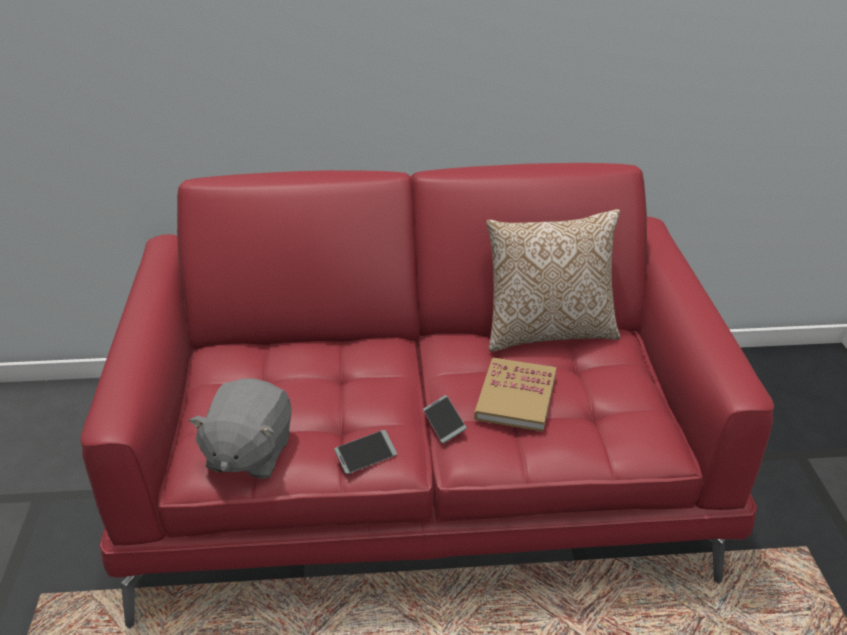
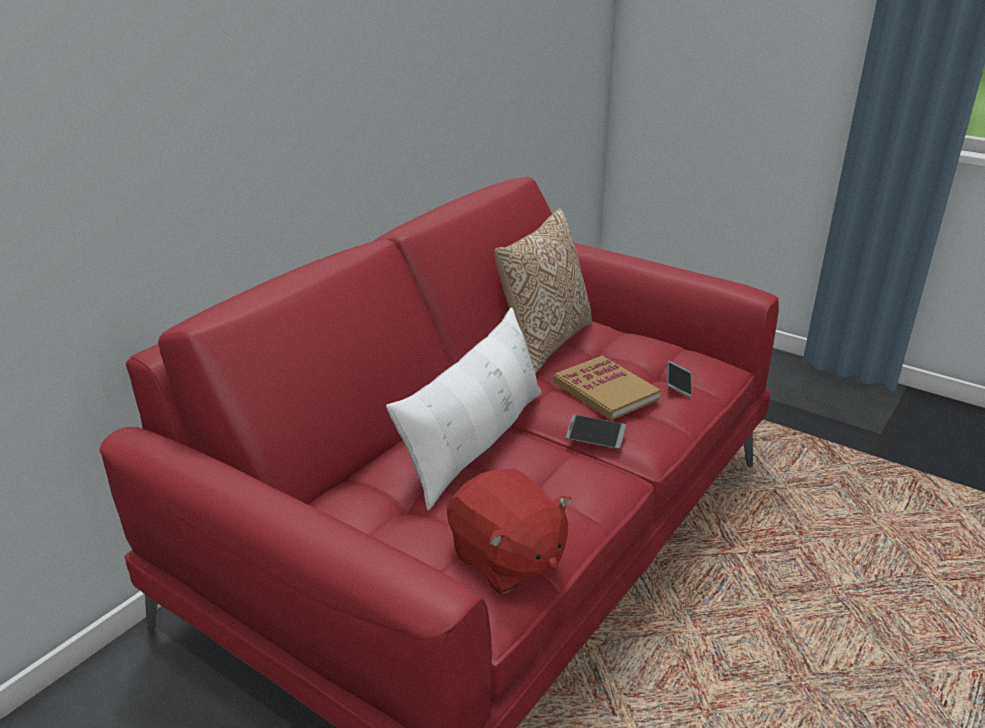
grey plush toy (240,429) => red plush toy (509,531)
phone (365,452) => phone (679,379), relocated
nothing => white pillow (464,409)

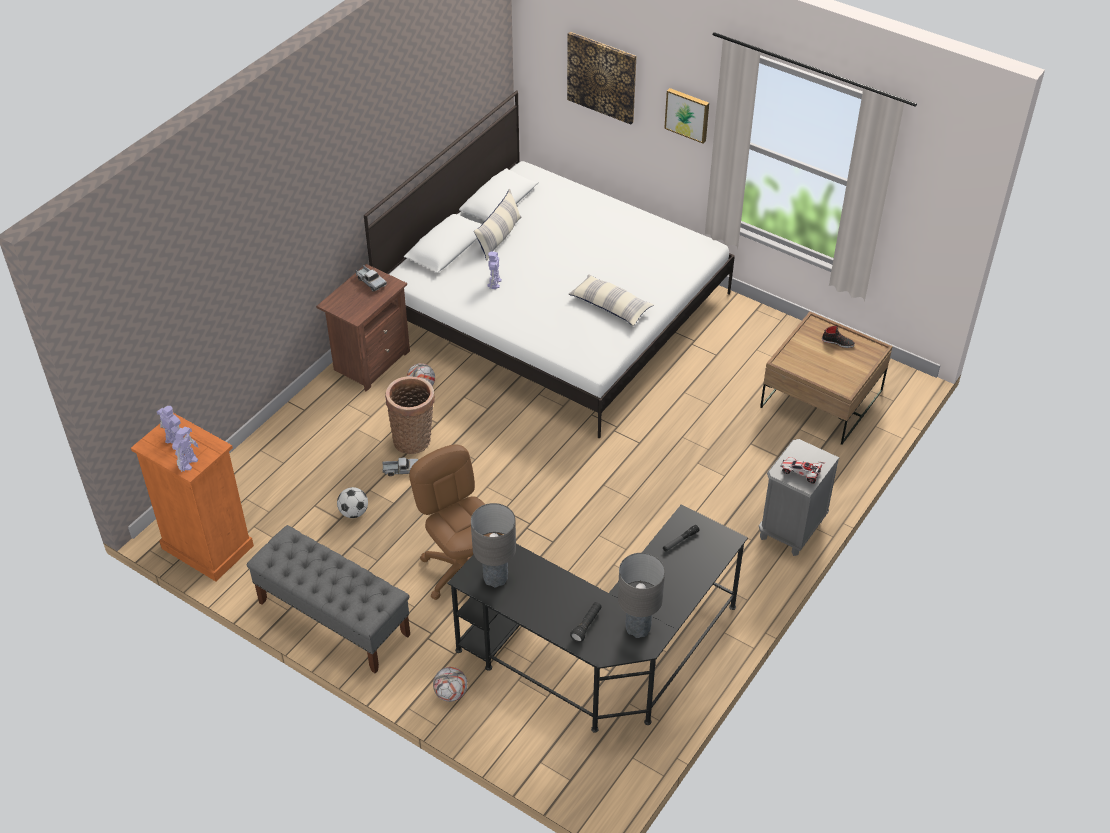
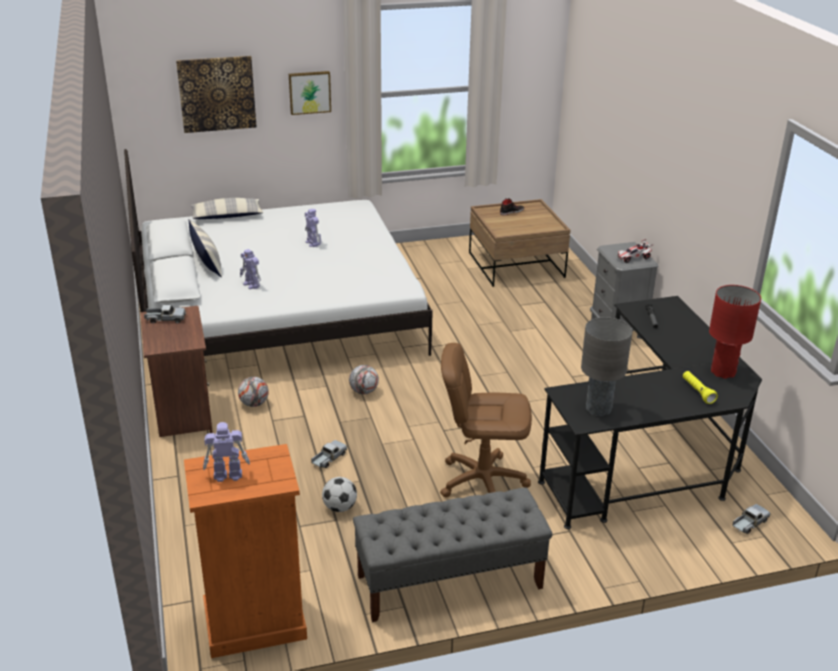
toy robot (185,449) => toy robot (313,228), relocated
basket (410,415) => nothing
football (450,684) => football (364,380), relocated
pillow (611,300) => pillow (226,208), relocated
black flashlight (586,622) => yellow flashlight (700,387)
grey table lamp (641,595) => red table lamp (735,332)
nothing => toy truck (751,519)

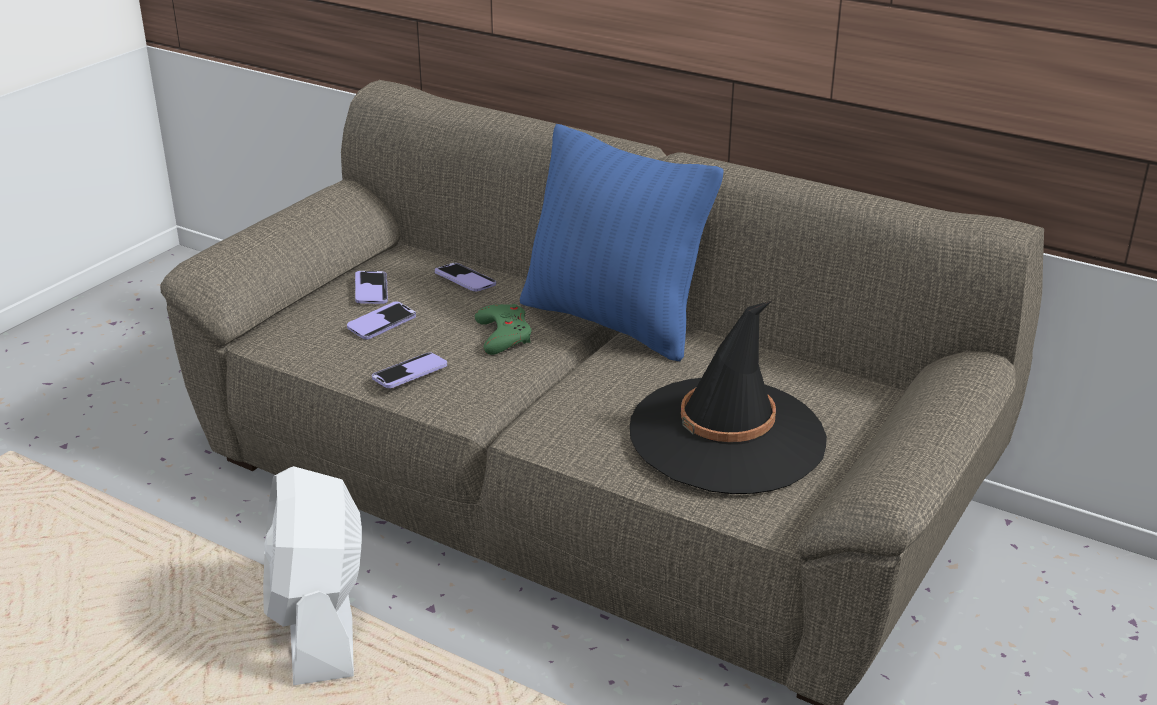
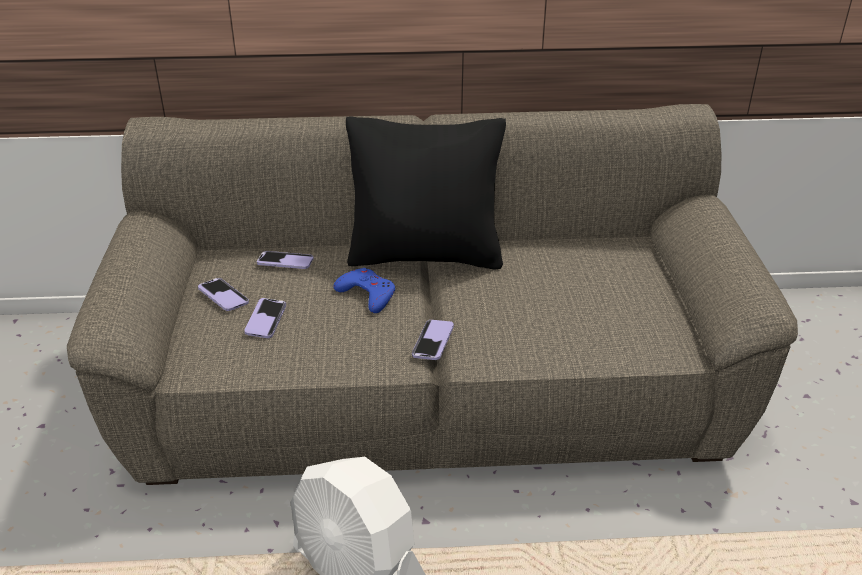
phone (409,370) => phone (433,340), relocated
green game controller (503,329) => blue game controller (364,290)
blue pillow (622,242) => black pillow (426,193)
black hat (728,397) => nothing

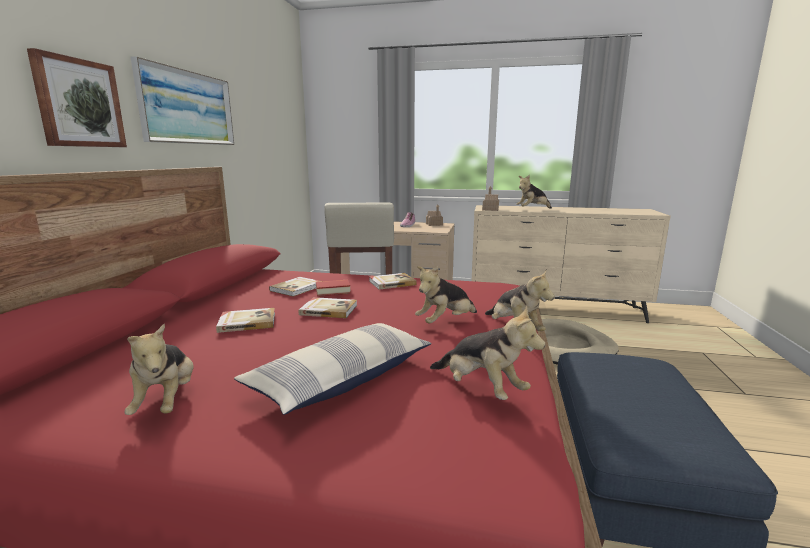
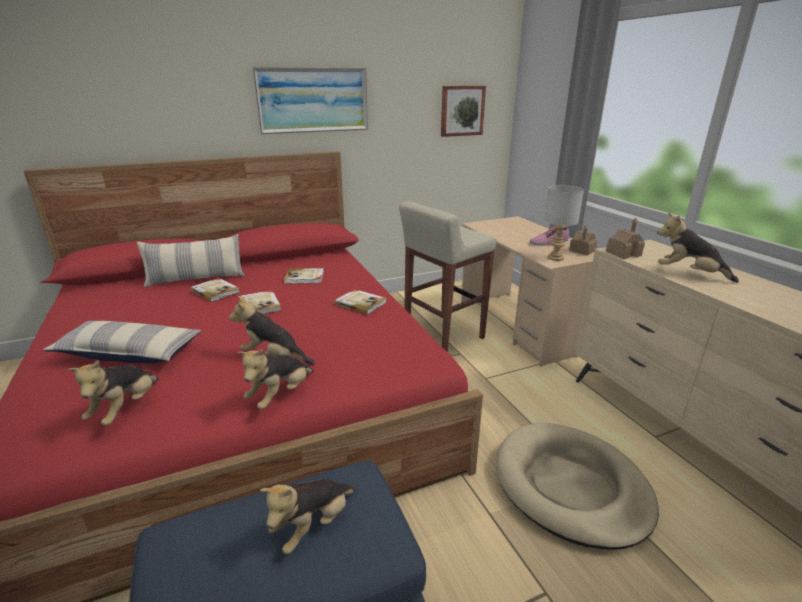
picture (77,97) => picture (463,111), relocated
plush toy (159,369) => plush toy (308,516), relocated
book (333,288) => nothing
nothing => pillow (191,260)
nothing => grey table lamp (564,223)

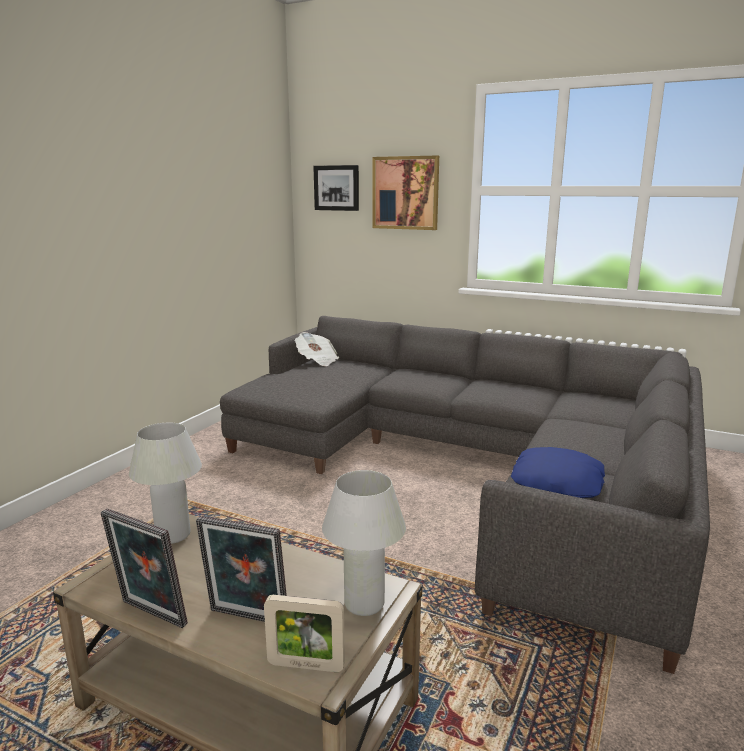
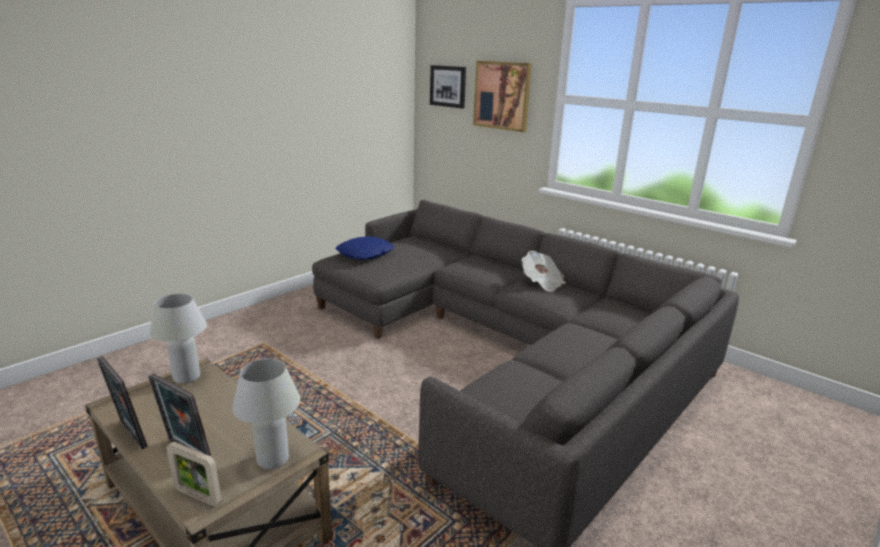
newspaper (317,349) => newspaper (544,271), relocated
blue pillow (558,472) => blue pillow (365,248), relocated

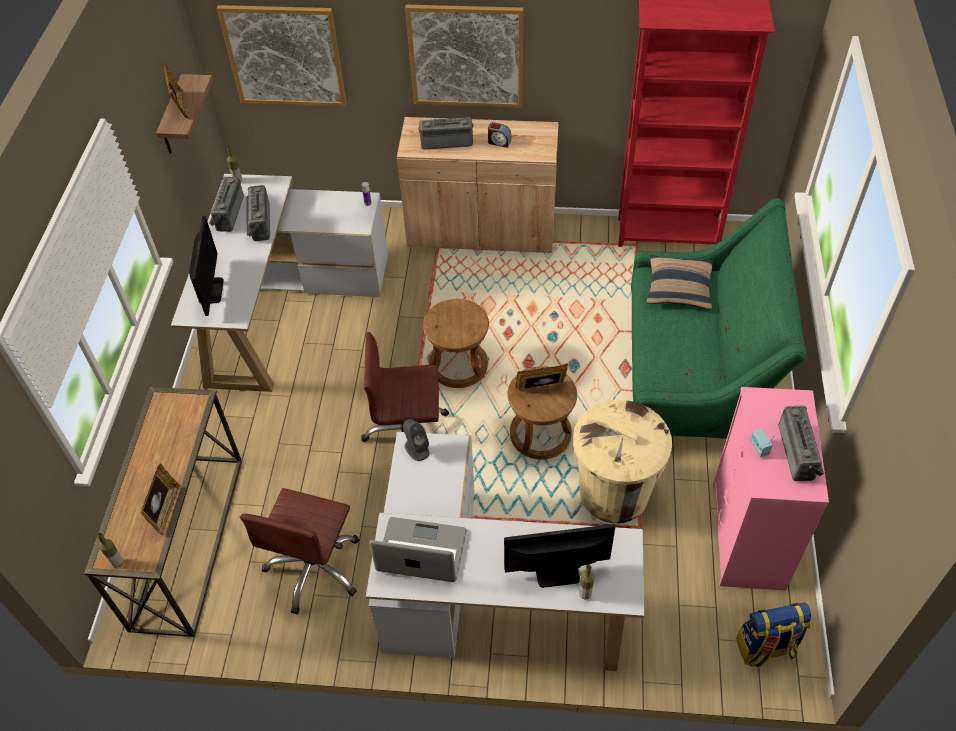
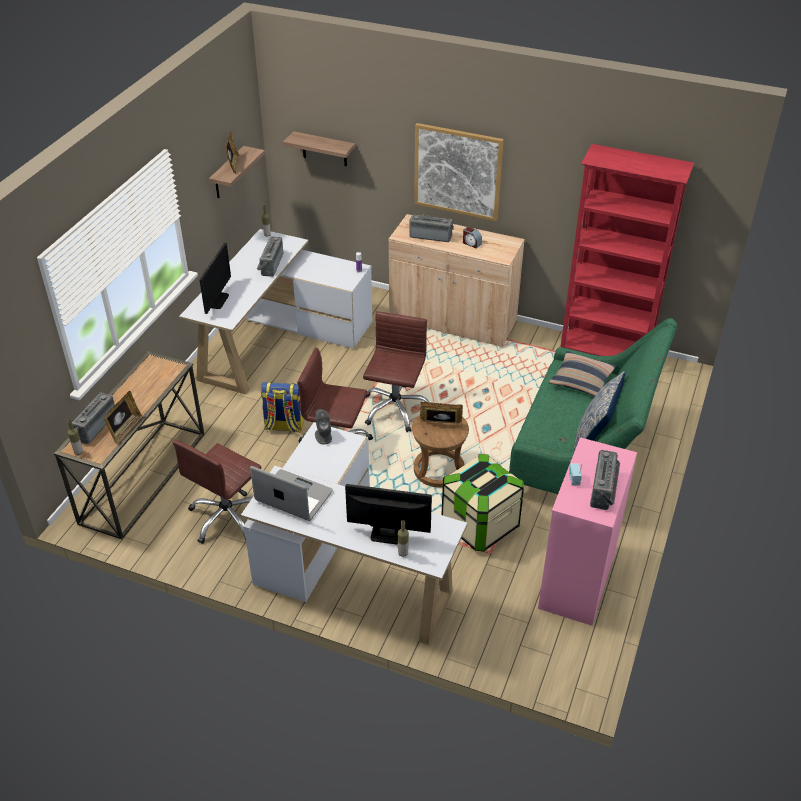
radio (226,204) => radio (93,418), relocated
picture (282,56) => shelf (319,148)
brown stool (456,343) => brown office chair (396,371)
beige trash can (622,461) => storage box (482,502)
backpack (773,635) => backpack (282,407), relocated
nothing => pillow (599,411)

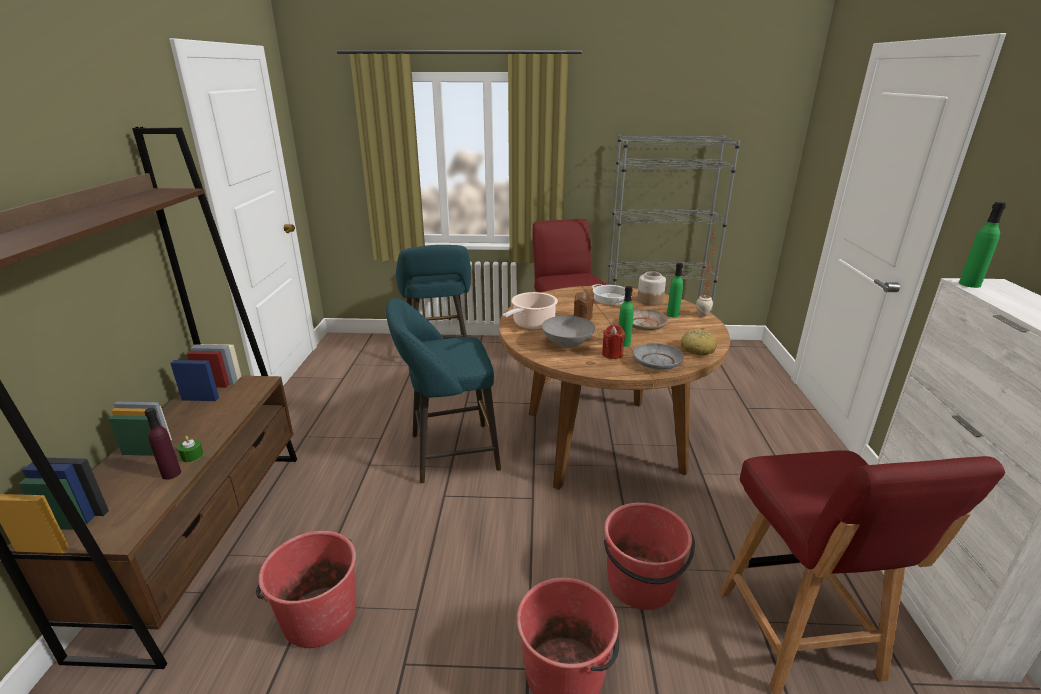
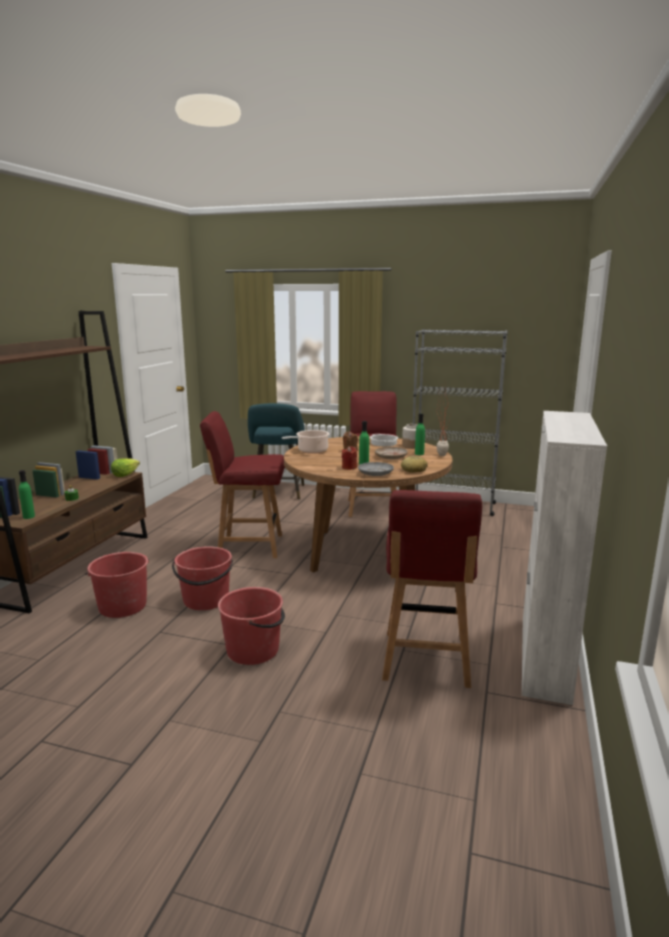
purple bottle (163,444) => nothing
turquoise stool (443,391) => red chair (242,484)
grey bowl (568,332) => nothing
red bucket (649,556) => red bucket (202,578), relocated
green bottle (982,245) => green bottle (27,494), relocated
nothing => lettuce (125,467)

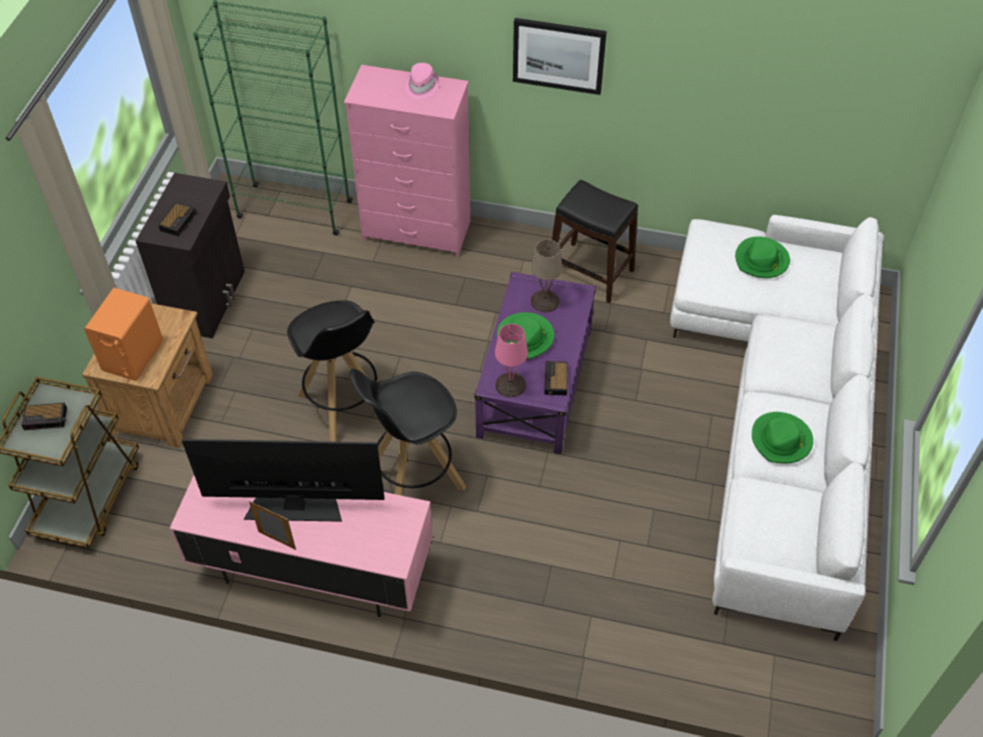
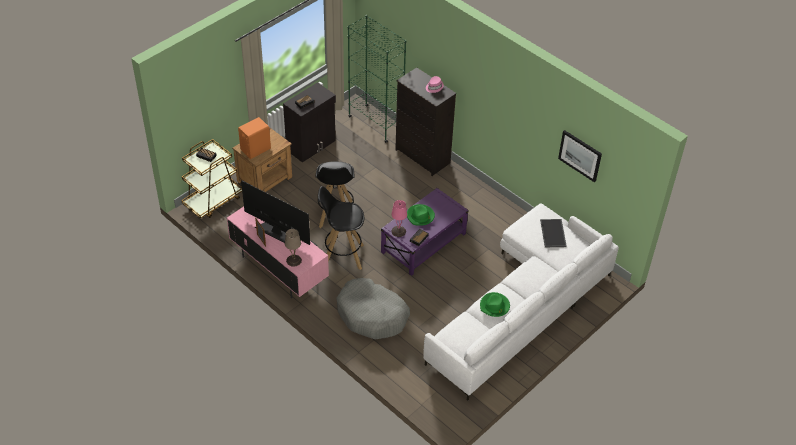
pink dresser (407,161) => black dresser (425,121)
picture (560,56) => picture (580,156), relocated
beige table lamp (547,275) => beige table lamp (293,248), relocated
black stool (595,241) => nothing
green hat (762,257) => tray (553,233)
nothing => grey dog bed (373,309)

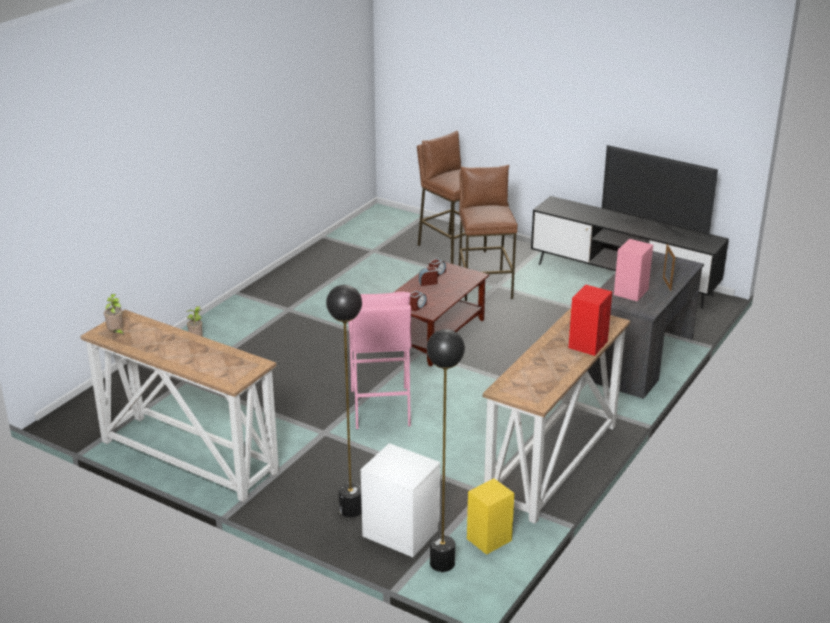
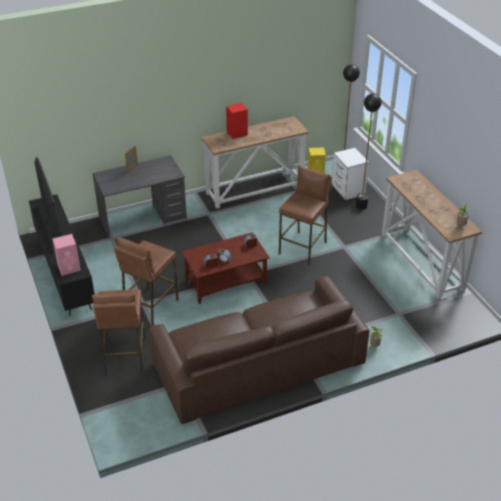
pink stool (380,360) => brown stool (305,215)
pink speaker (633,270) => pink speaker (66,255), relocated
nothing => brown sofa (259,350)

